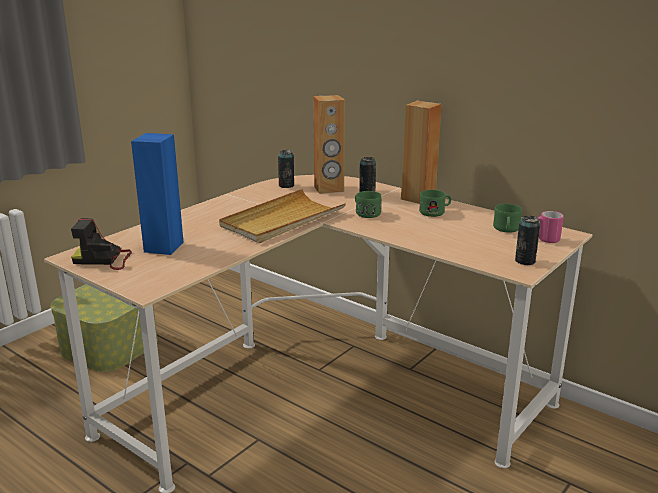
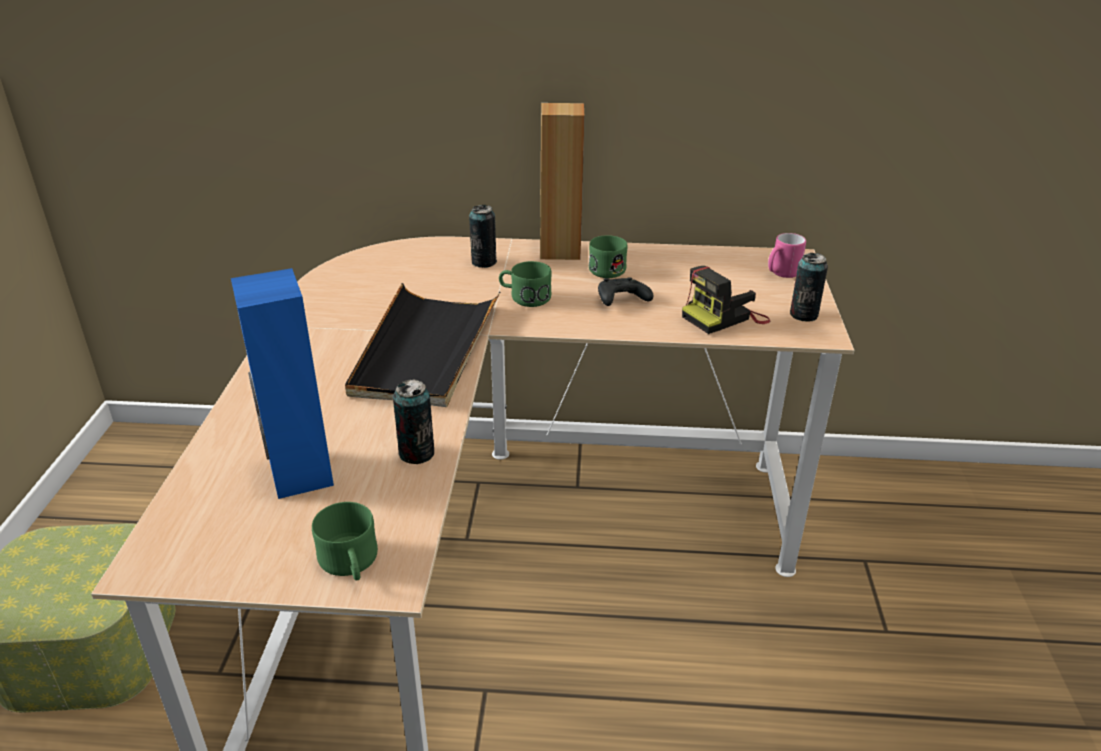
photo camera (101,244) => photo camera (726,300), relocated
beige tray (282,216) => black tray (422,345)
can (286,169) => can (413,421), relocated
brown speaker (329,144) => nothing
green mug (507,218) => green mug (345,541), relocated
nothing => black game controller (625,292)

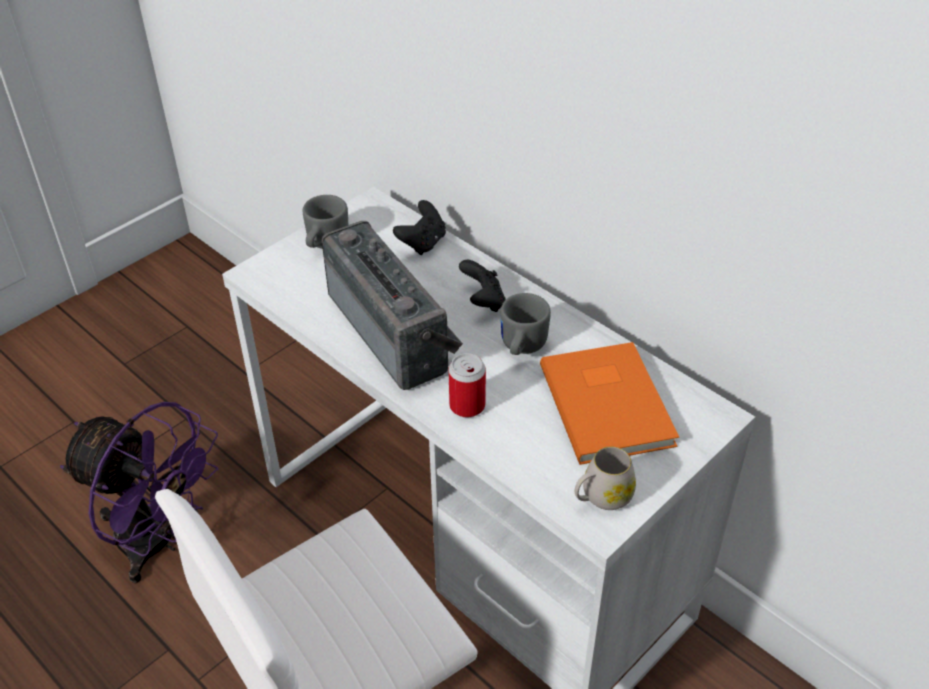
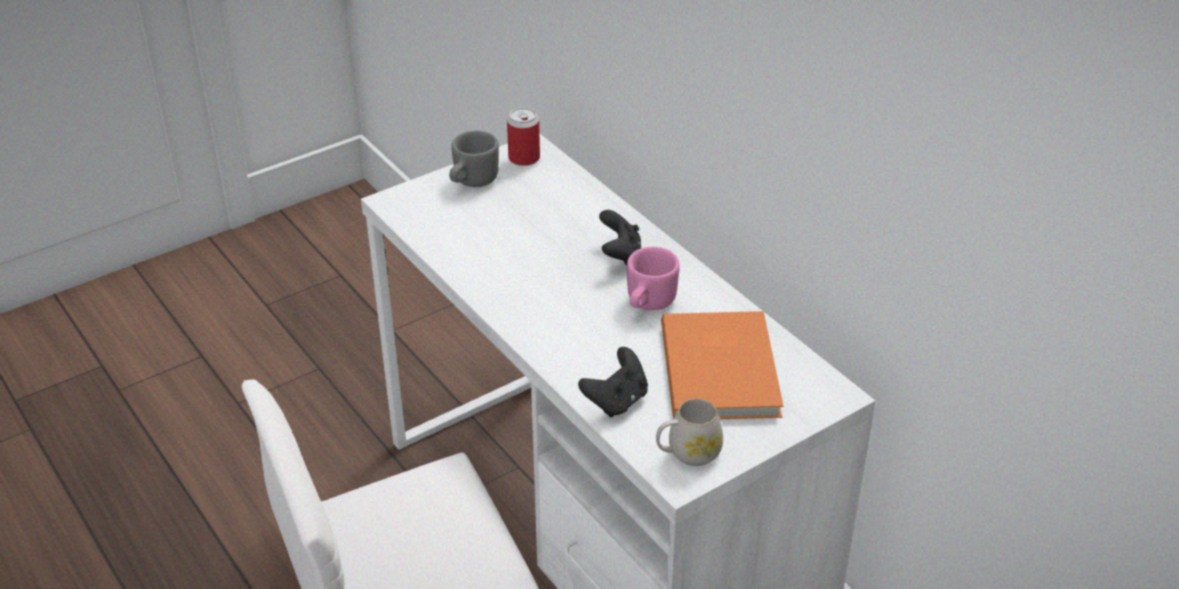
purple fan (139,492) => nothing
radio (392,305) => nothing
black game controller (419,227) => black game controller (613,382), relocated
can (467,385) => can (523,136), relocated
grey mug (525,324) => pink mug (653,278)

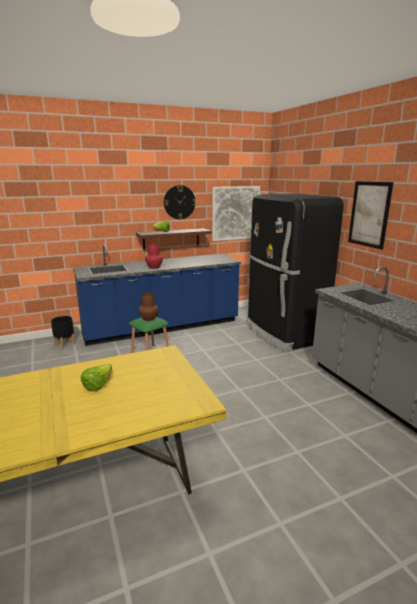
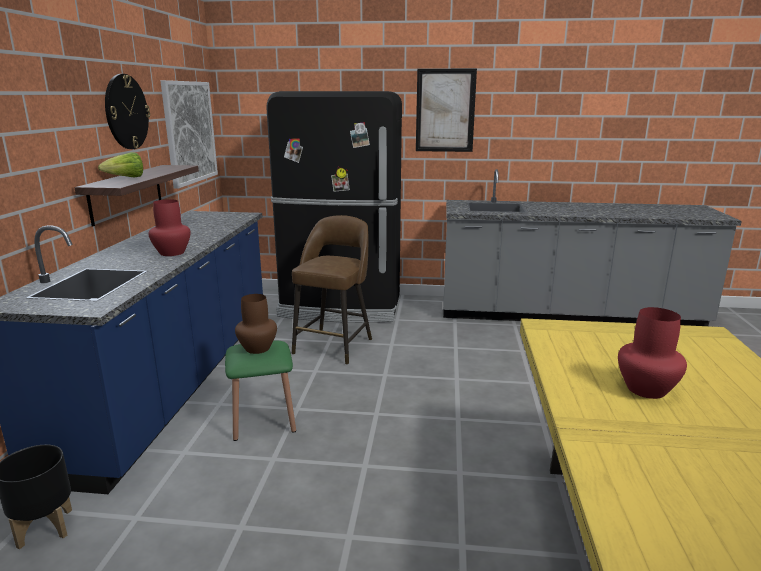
lettuce (96,377) => red vase (652,353)
nothing => brown stool (332,289)

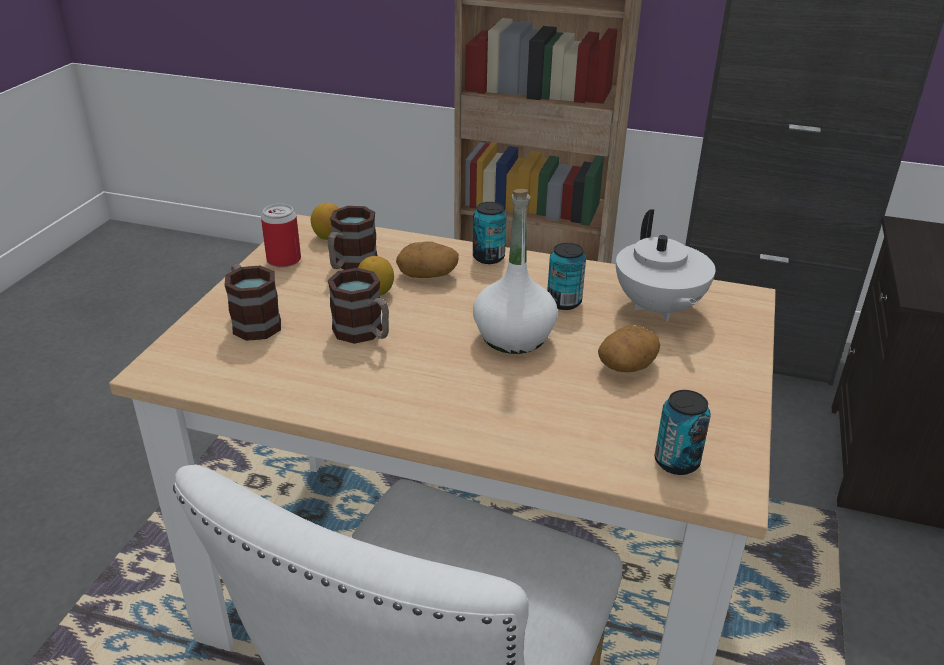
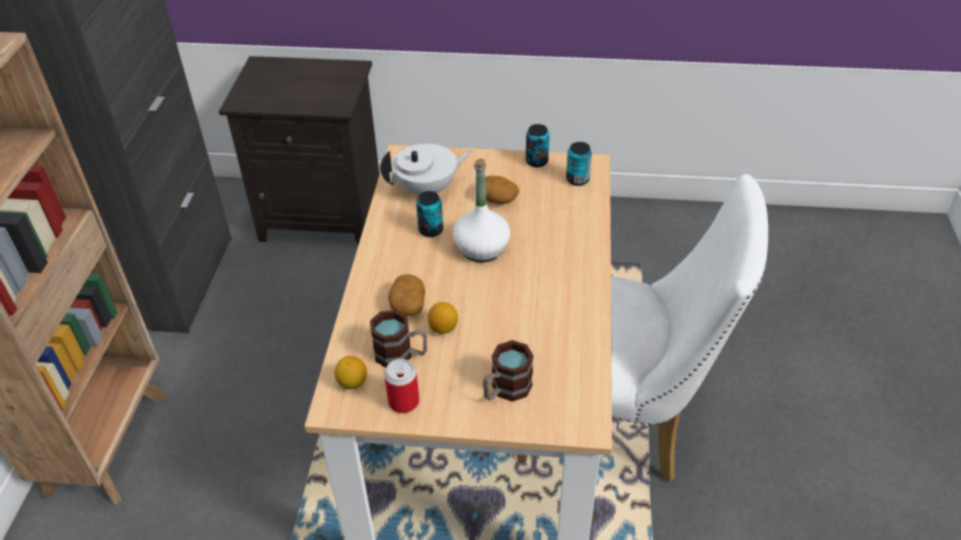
mug (358,306) => nothing
can (489,233) => can (538,145), relocated

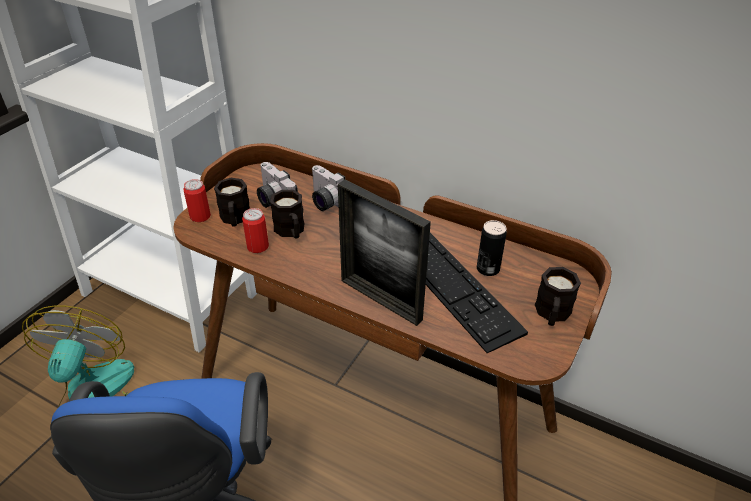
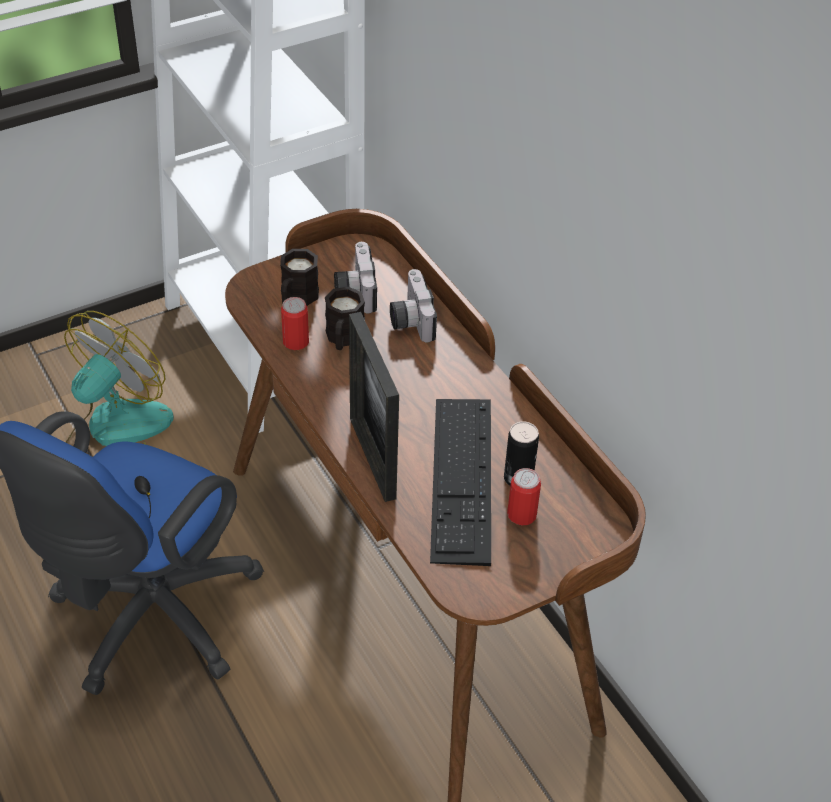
can (197,200) => can (524,496), relocated
black mug (558,296) => nothing

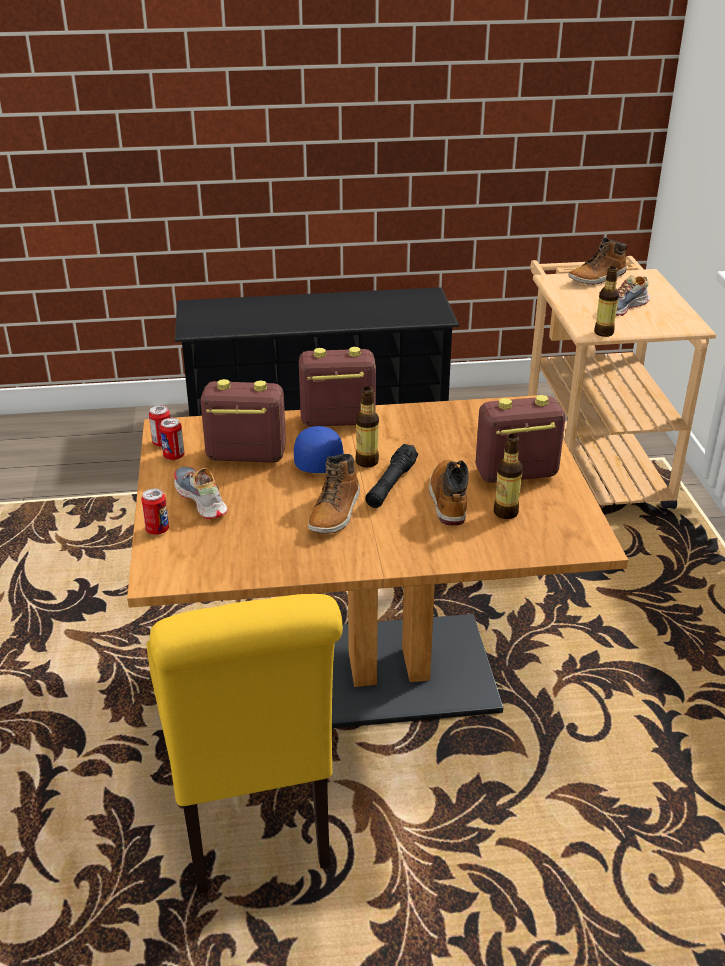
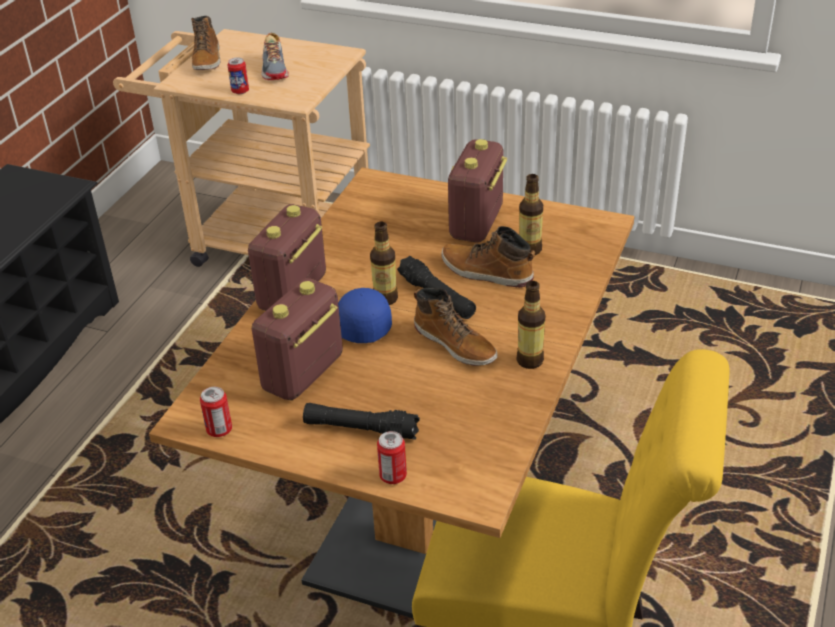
can (172,439) => can (238,75), relocated
shoe (201,493) => black flashlight (361,421)
bottle (606,301) => bottle (531,325), relocated

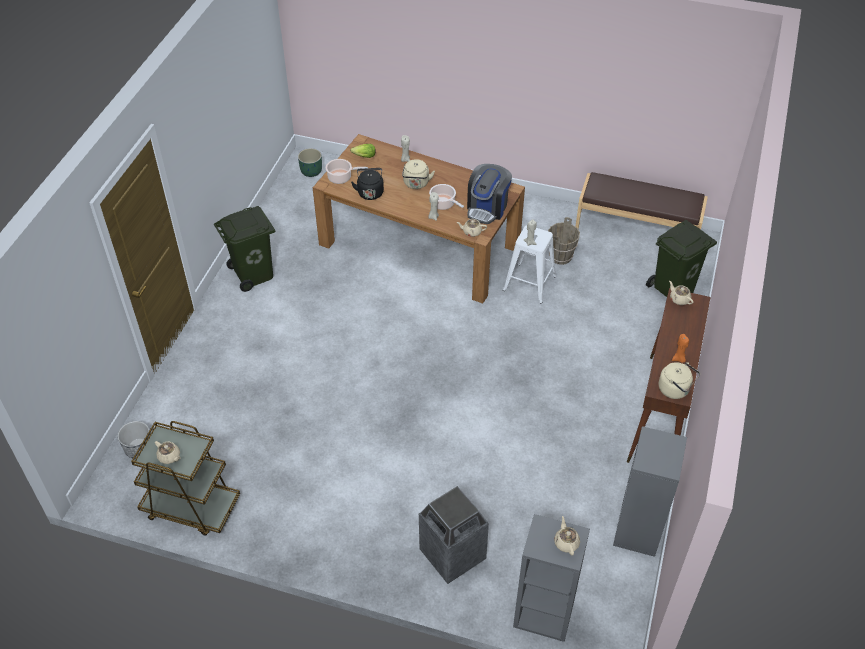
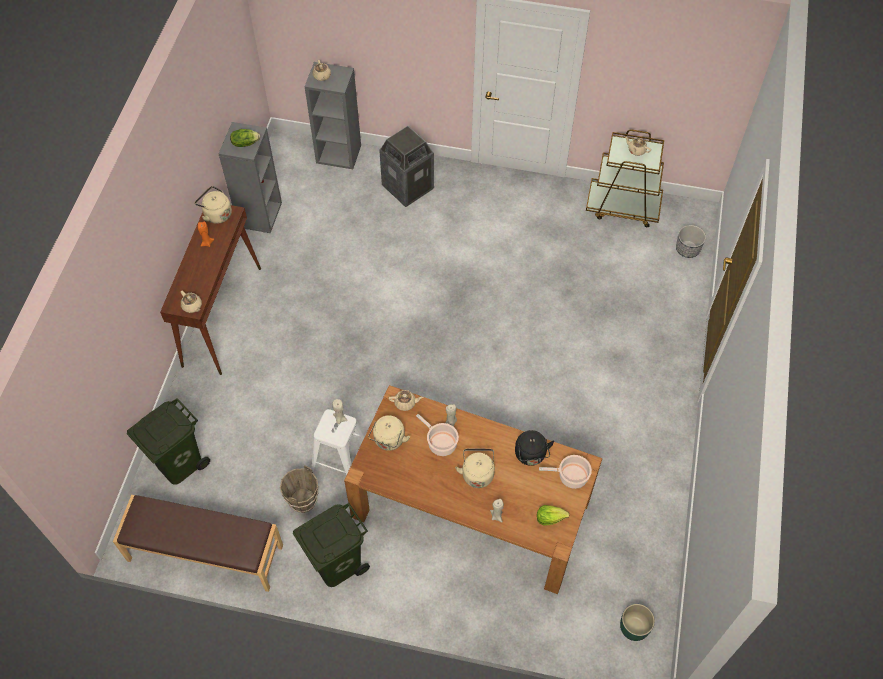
green trash can (244,249) => green trash can (331,545), relocated
coffee machine (489,194) => beige kettle (389,433)
nothing => lettuce (245,138)

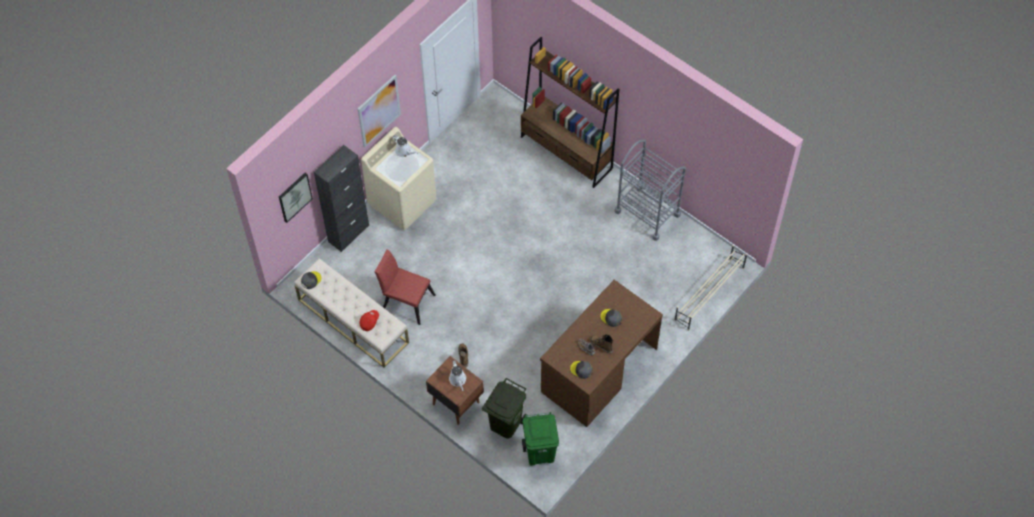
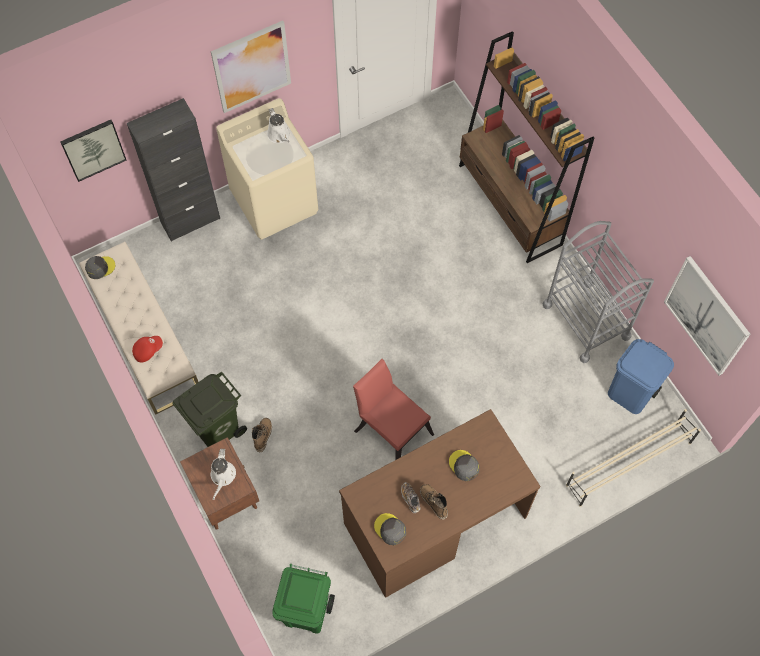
red chair (404,287) => red chair (393,409), relocated
green trash can (504,408) => green trash can (210,409), relocated
nothing => blue trash can (641,376)
nothing => picture (707,316)

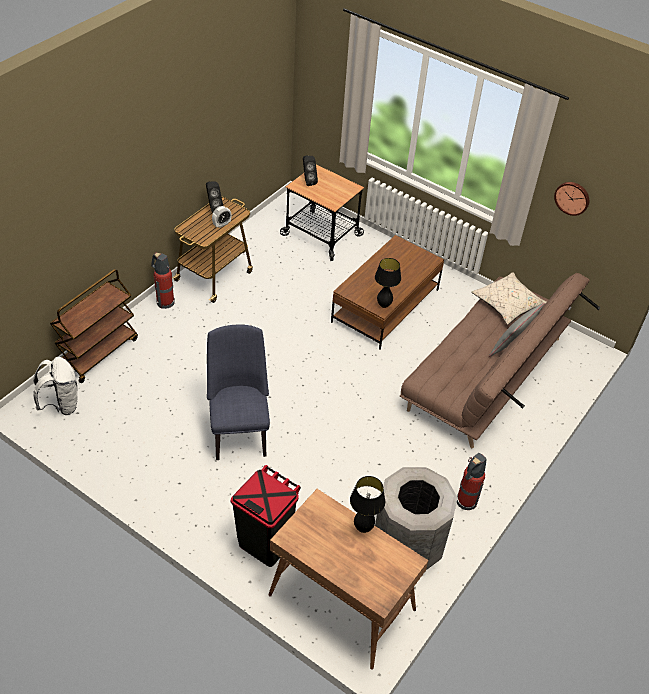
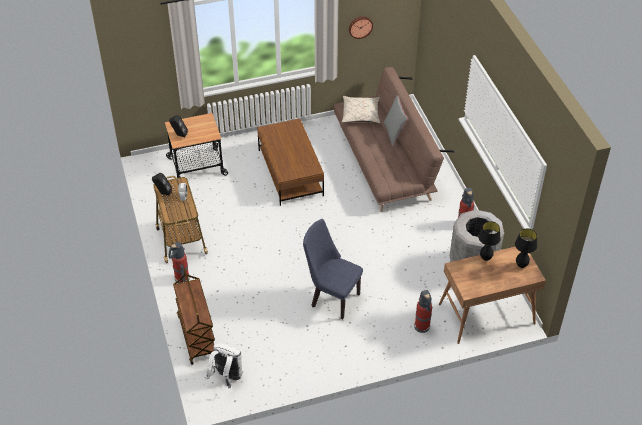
black trash can (266,516) => fire extinguisher (423,311)
black table lamp (388,283) => black table lamp (526,248), relocated

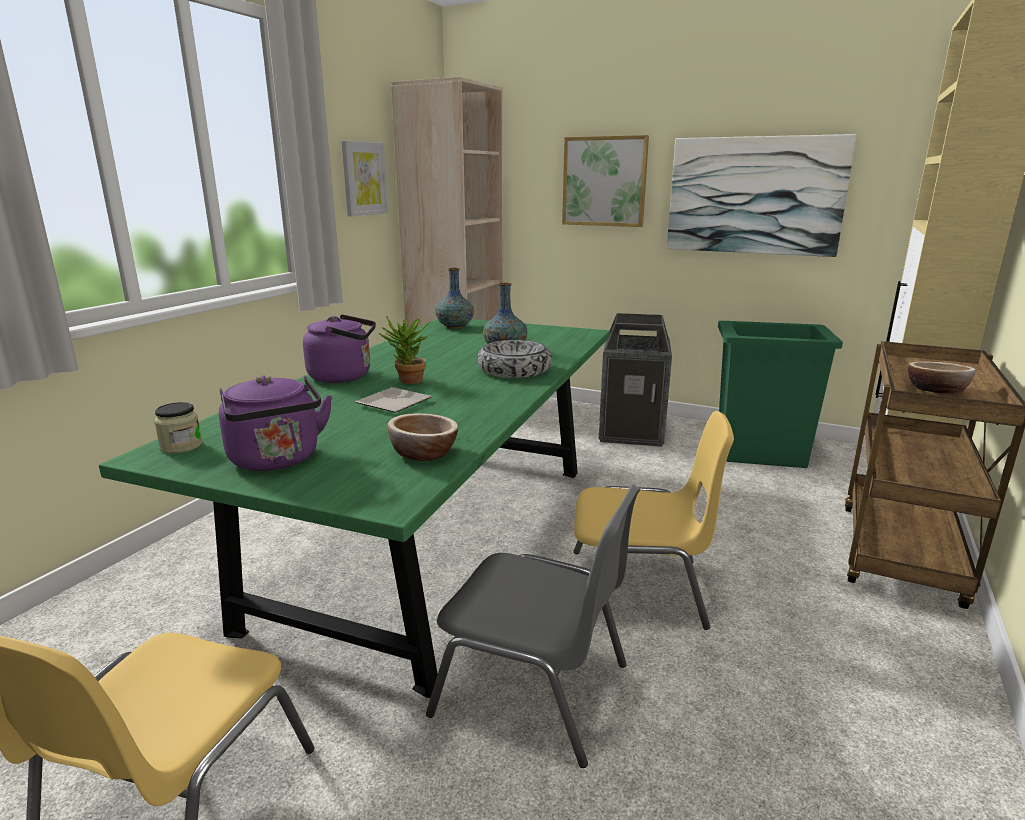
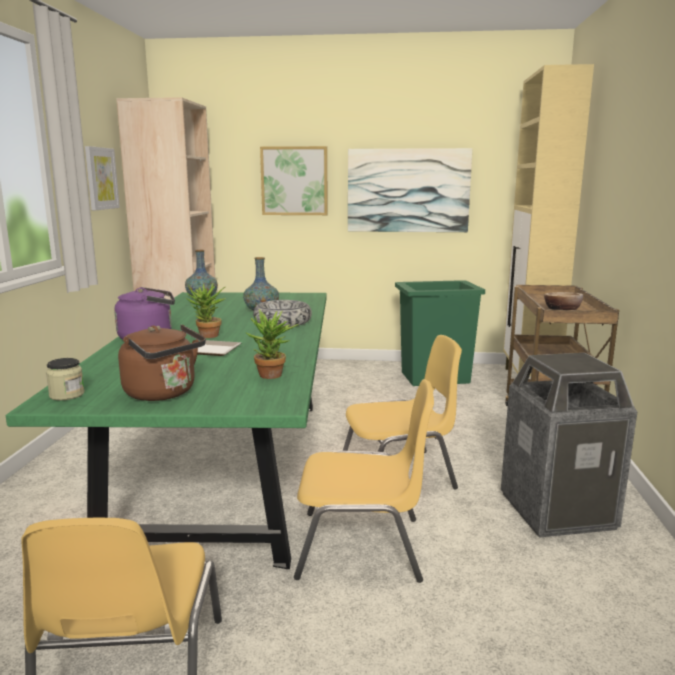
purple kettle (276,423) => brown kettle (162,363)
bowl (423,437) => potted plant (272,344)
grey chair (533,626) => yellow chair (364,481)
trash can (635,380) => trash can (569,445), relocated

